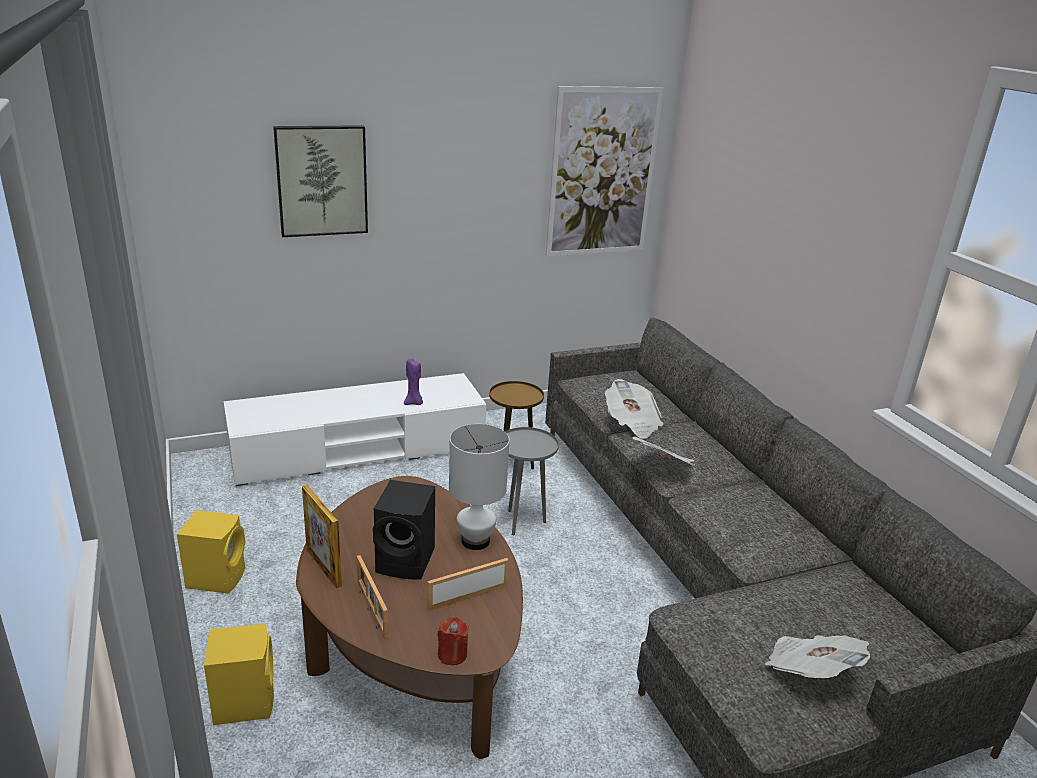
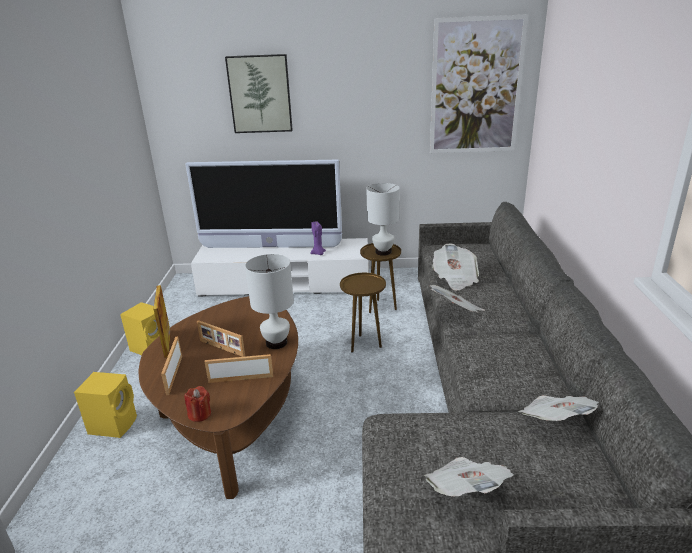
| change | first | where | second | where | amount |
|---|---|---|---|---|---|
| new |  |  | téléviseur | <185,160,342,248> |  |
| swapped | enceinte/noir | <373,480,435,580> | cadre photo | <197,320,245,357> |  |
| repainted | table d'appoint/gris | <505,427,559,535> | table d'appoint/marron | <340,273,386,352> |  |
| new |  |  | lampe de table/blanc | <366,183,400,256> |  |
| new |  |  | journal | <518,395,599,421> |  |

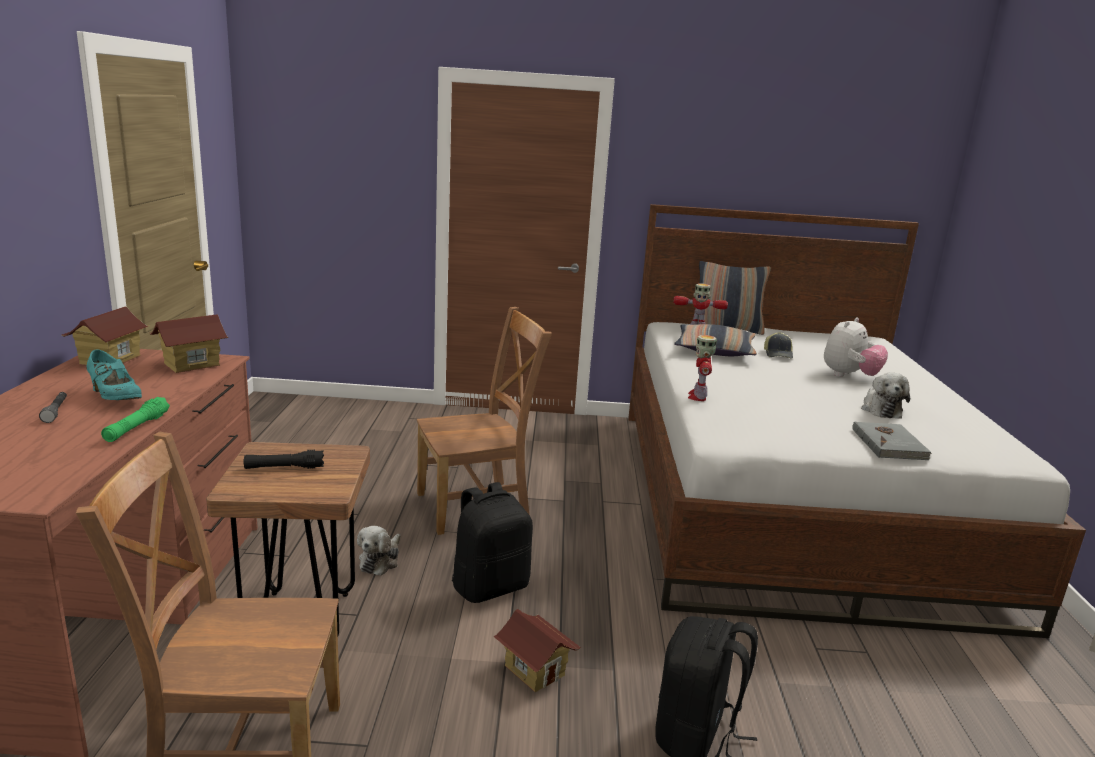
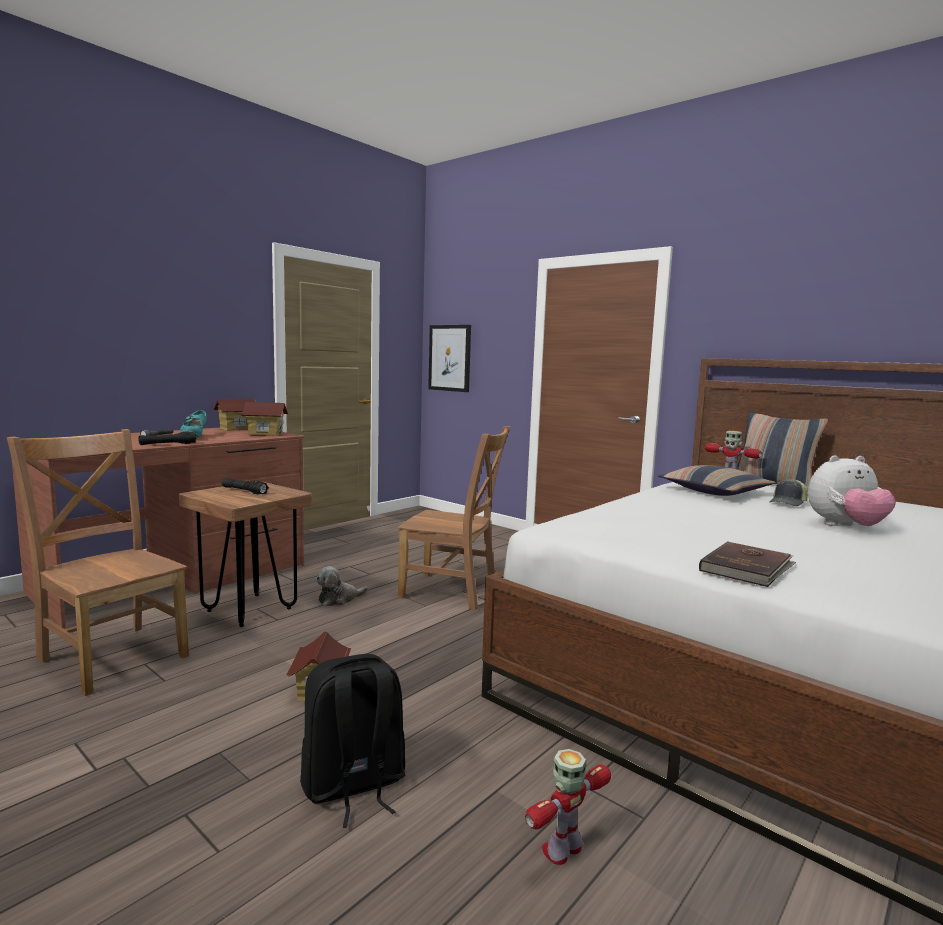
| change | first | where | second | where | amount |
|---|---|---|---|---|---|
| repainted | lampe de poche/vert | <101,397,170,442> | lampe de poche/noir | <139,431,197,445> |  |
| new |  |  | tableau | <428,325,471,392> |  |
| shifted | robot jouet | <688,335,717,401> |  | <525,749,611,865> |  |
| repainted | livre/gris | <852,422,932,460> | livre/marron | <699,541,796,587> |  |
| gone | sac à dos/noir | <452,482,533,603> |  |  |  |
| gone | peluche | <861,372,910,419> |  |  |  |

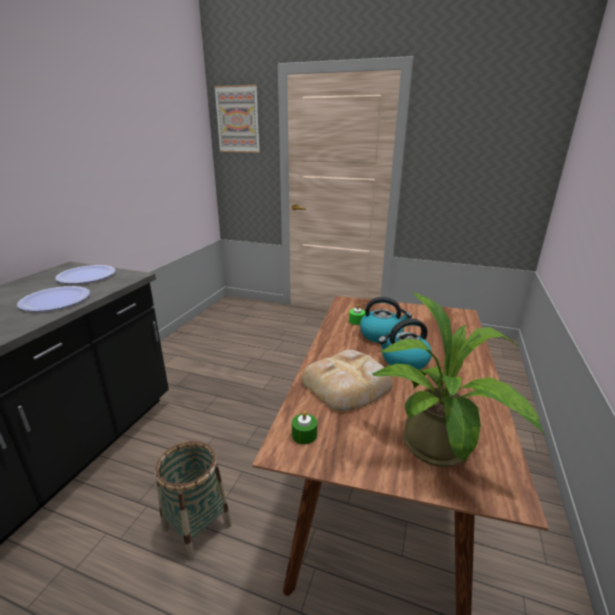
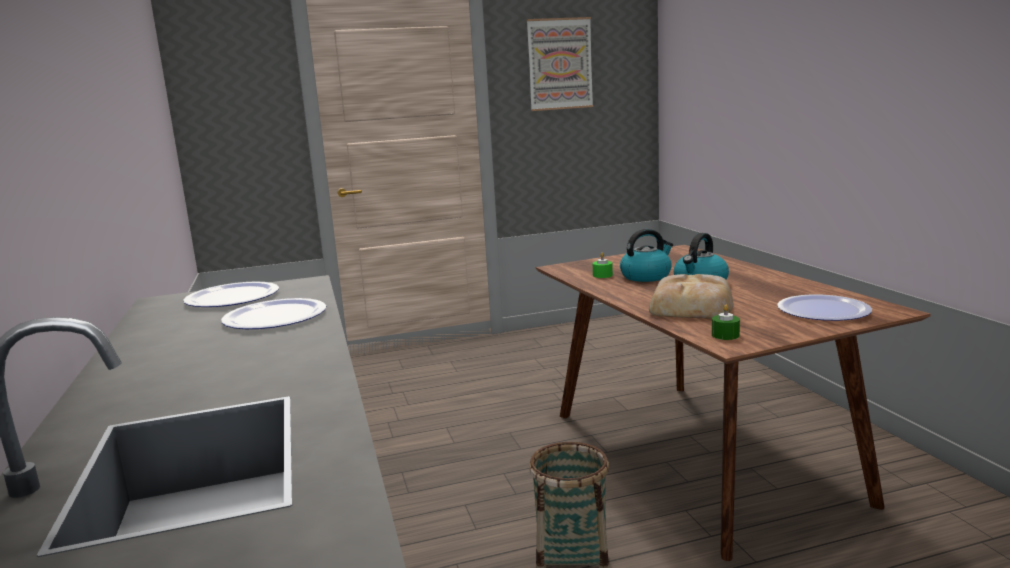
| change | first | where | second | where | amount |
|---|---|---|---|---|---|
| shifted | tableau | <214,85,260,153> |  | <527,17,593,111> |  |
| swapped | plante en pot | <372,292,546,467> | assiette | <777,295,872,321> |  |

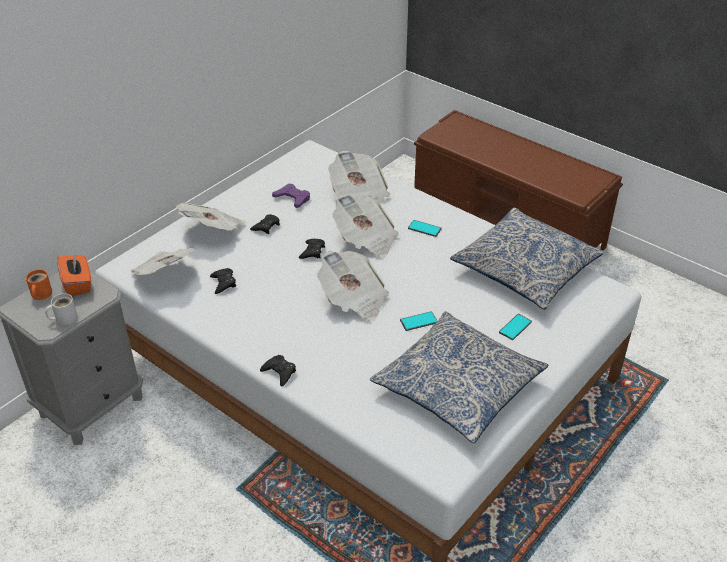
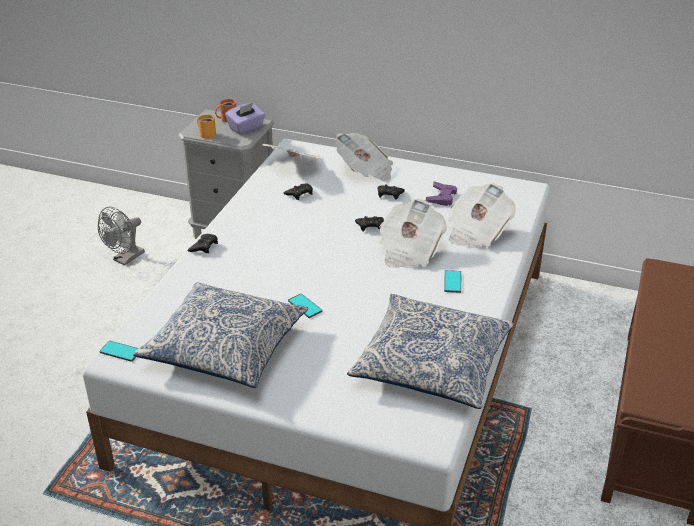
| change | first | where | second | where | amount |
|---|---|---|---|---|---|
| new |  |  | ventilateur/gris | <98,207,145,265> |  |
| shifted | téléphone | <499,314,532,340> |  | <100,341,139,362> |  |
| repainted | mug/blanc | <45,293,77,325> | mug/orange | <197,115,216,139> |  |
| repainted | boîte à mouchoirs/orange | <57,254,91,296> | boîte à mouchoirs/violet | <225,103,265,134> |  |
| gone | journal | <317,251,389,321> |  |  |  |

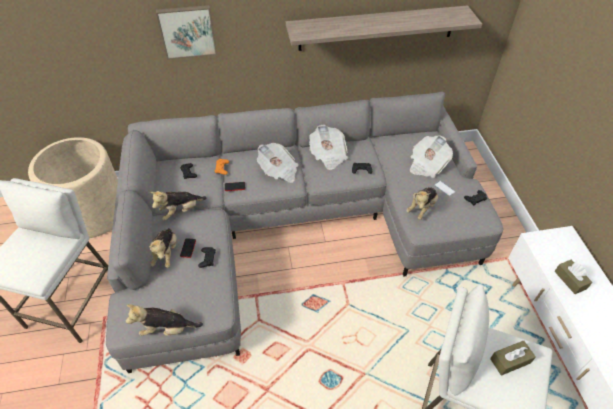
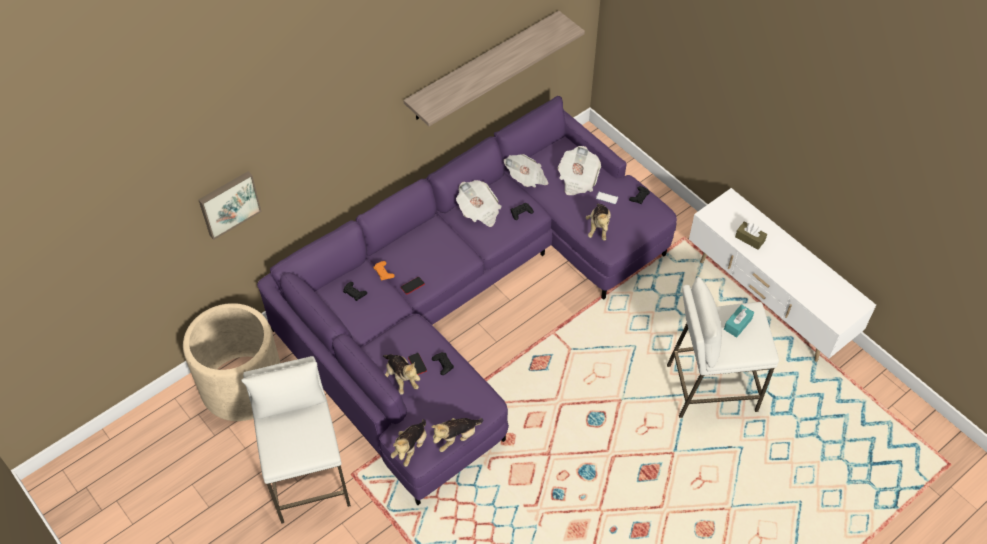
| change | first | where | second | where | amount |
|---|---|---|---|---|---|
| shifted | tableau | <156,5,217,60> |  | <198,171,262,240> |  |
| repainted | canapé/gris | <106,92,504,373> | canapé/violet | <257,96,677,505> |  |
| shifted | peluche | <150,191,206,221> |  | <391,419,427,467> |  |
| shifted | journal | <257,143,298,183> |  | <504,154,549,187> |  |
| repainted | boîte à mouchoirs/marron | <490,341,536,376> | boîte à mouchoirs/turquoise | <724,304,754,338> |  |

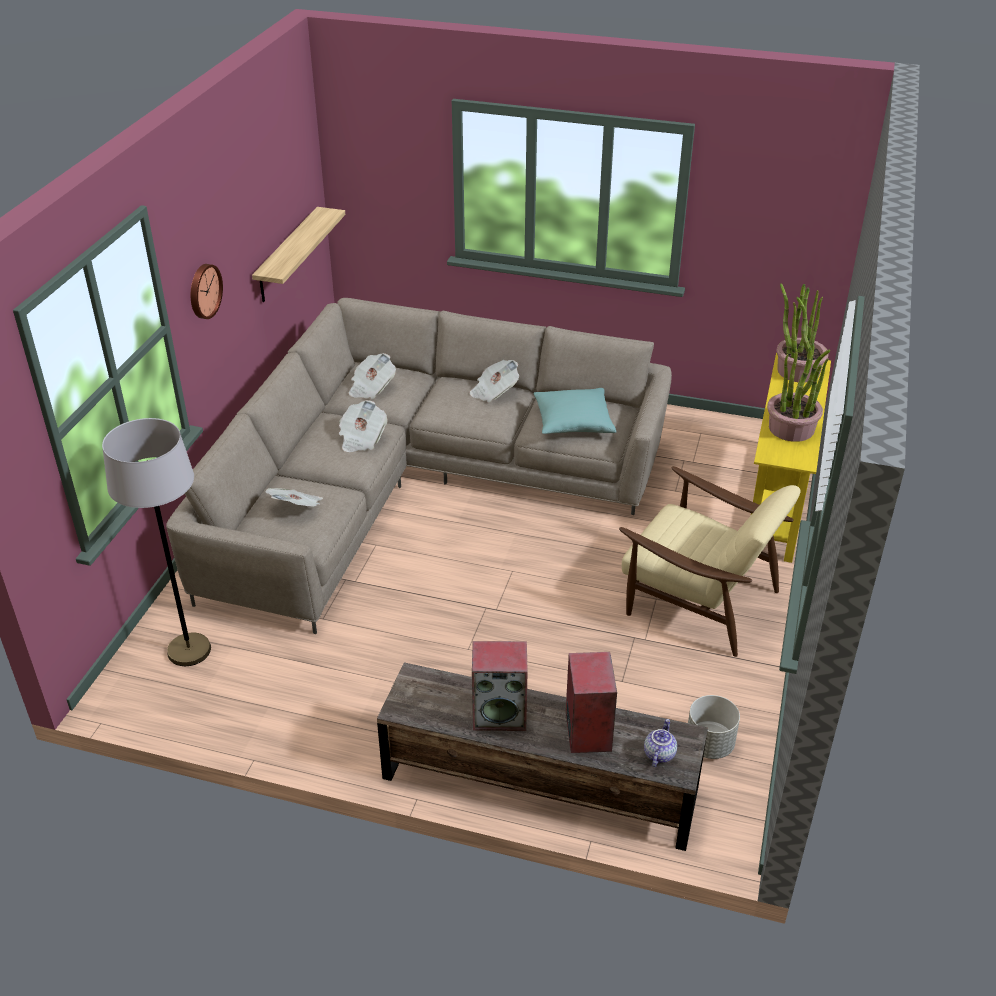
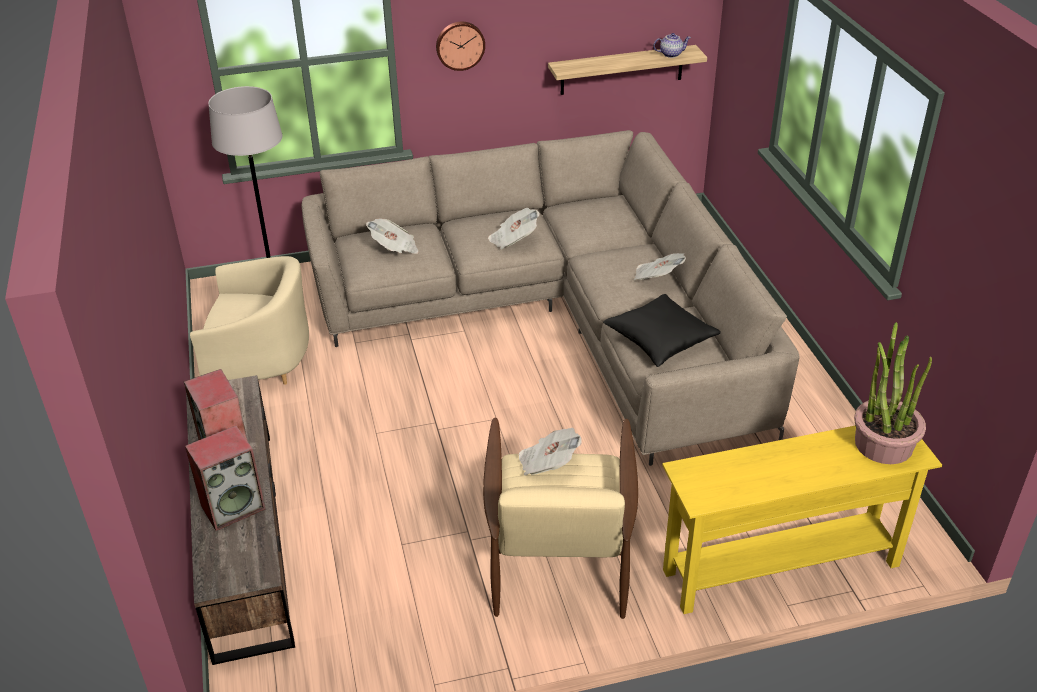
| change | first | where | second | where | amount |
|---|---|---|---|---|---|
| new |  |  | fauteuil/beige | <190,256,309,385> |  |
| shifted | journal | <349,353,396,399> |  | <518,428,582,476> |  |
| repainted | coussin/turquoise | <534,388,617,434> | coussin/noir | <603,294,721,367> |  |
| shifted | théière | <644,719,677,767> |  | <653,33,691,58> |  |
| gone | cache-pot/gris | <688,695,740,759> |  |  |  |
| gone | plante en pot | <767,344,830,442> |  |  |  |

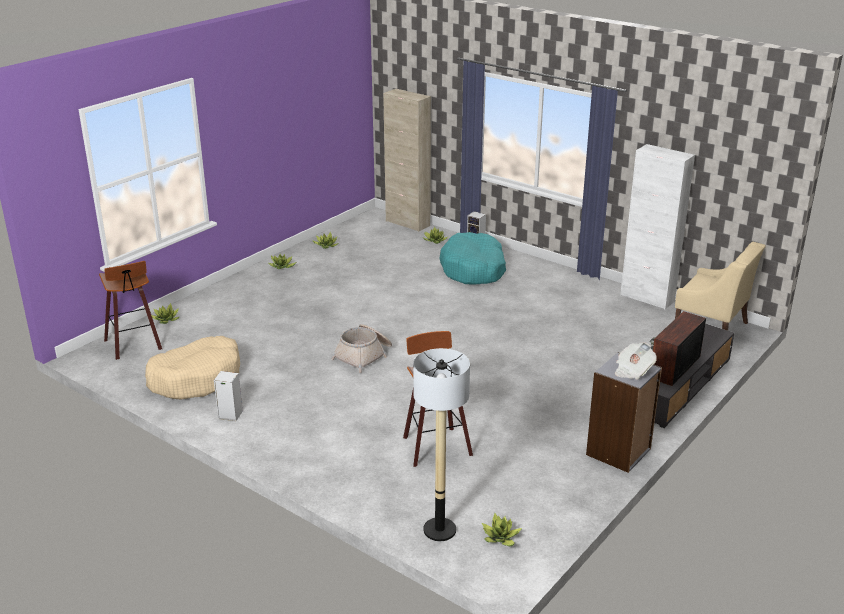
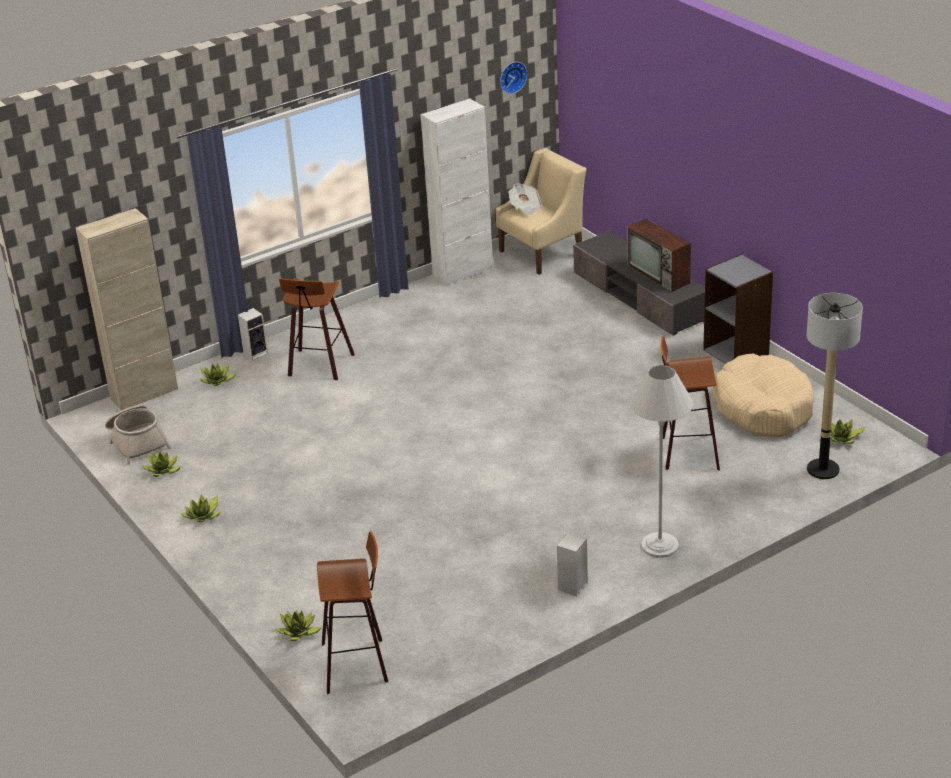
| change | first | where | second | where | amount |
|---|---|---|---|---|---|
| shifted | panier | <331,324,392,373> |  | <105,405,171,465> |  |
| swapped | panier pour chien/turquoise | <439,232,506,284> | tabouret | <279,278,355,380> |  |
| new |  |  | horloge murale | <500,62,527,94> |  |
| shifted | journal | <615,343,657,380> |  | <508,183,542,216> |  |
| new |  |  | lampadaire/blanc | <630,365,693,558> |  |
| shifted | panier pour chien/beige | <145,336,240,400> |  | <713,353,814,437> |  |

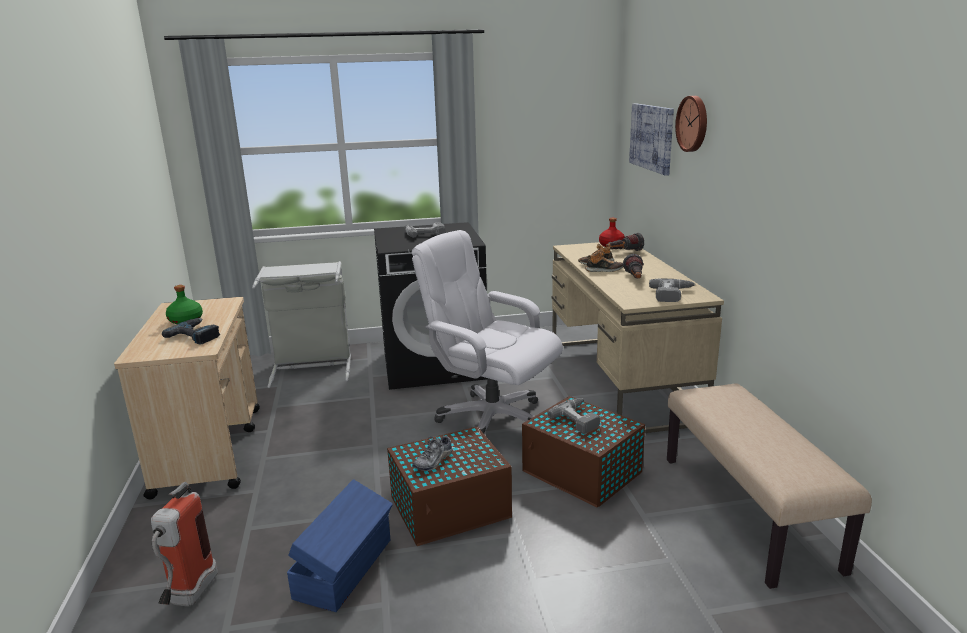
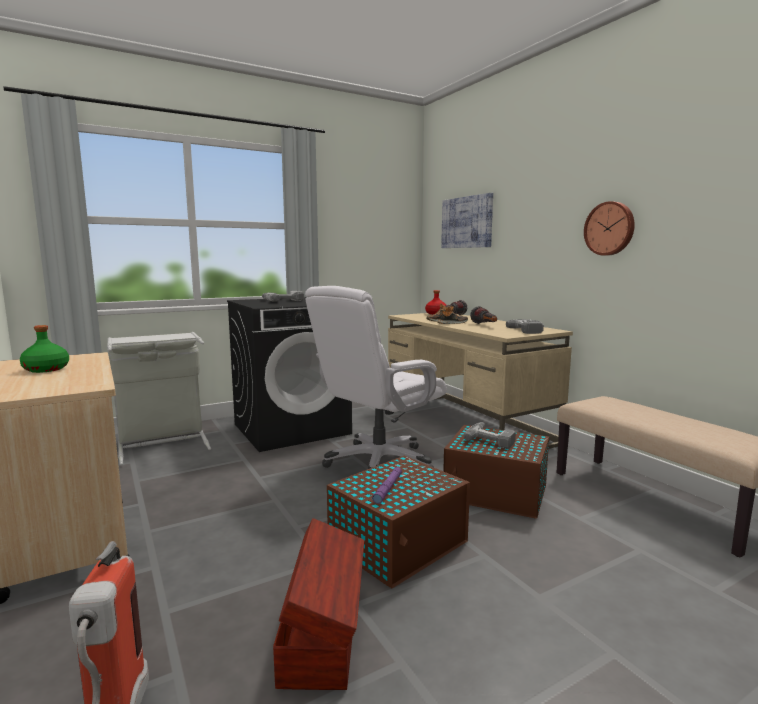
| change | first | where | second | where | amount |
|---|---|---|---|---|---|
| repainted | boîte de rangement/bleu | <287,479,393,612> | boîte de rangement/marron | <273,518,364,690> |  |
| rotated | chaise de bureau/blanc | <412,230,563,434> |  | <305,286,447,469> | 60 degrees counterclockwise |
| swapped | chaussure | <412,436,452,471> | lampe de poche/violet | <372,467,402,504> |  |
| shifted | horloge murale | <675,96,707,152> |  | <584,201,635,256> |  |
| gone | perceuse | <162,318,220,345> |  |  |  |

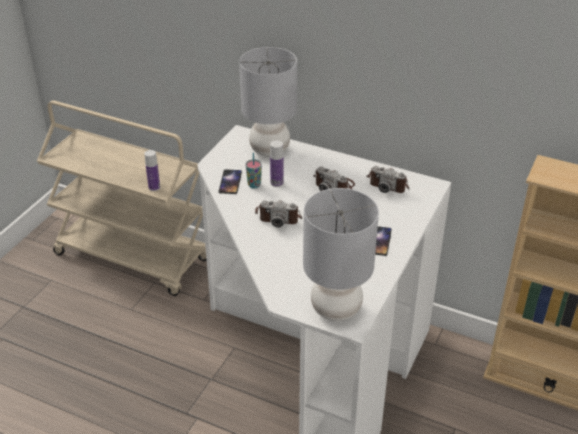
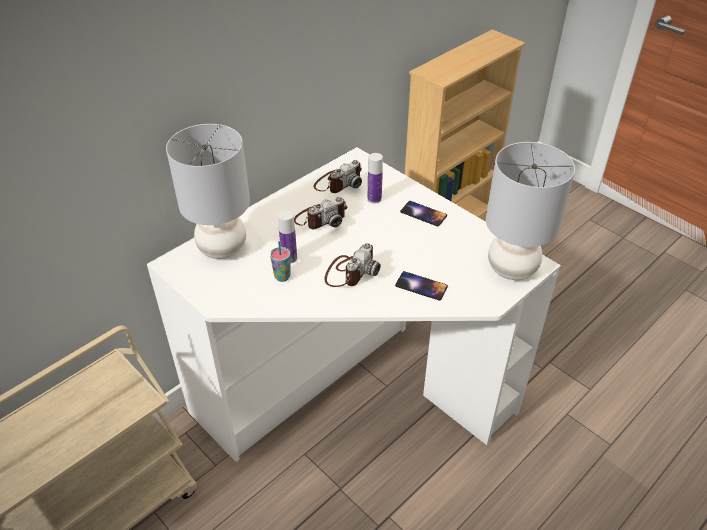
| change | first | where | second | where | amount |
|---|---|---|---|---|---|
| shifted | bouteille | <144,150,160,191> |  | <368,153,383,204> |  |
| shifted | téléphone | <219,169,242,194> |  | <395,271,448,301> |  |

